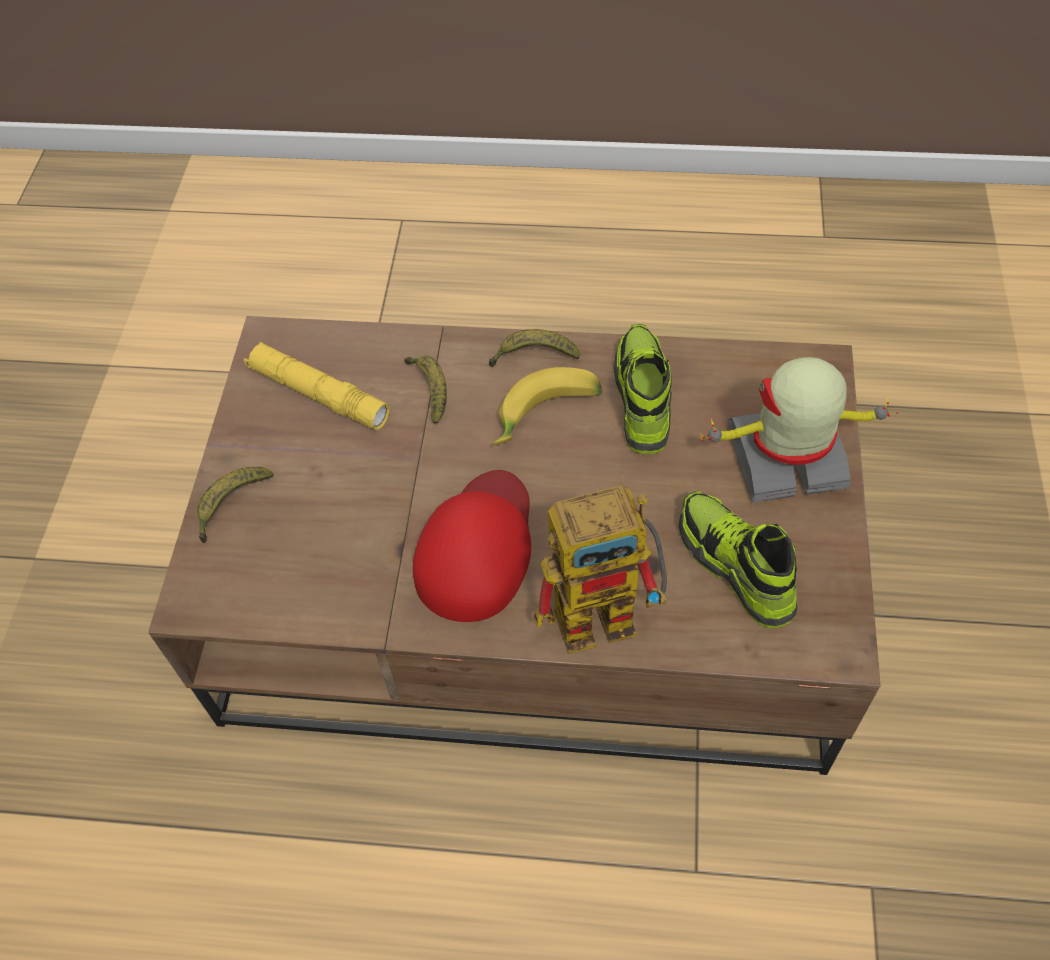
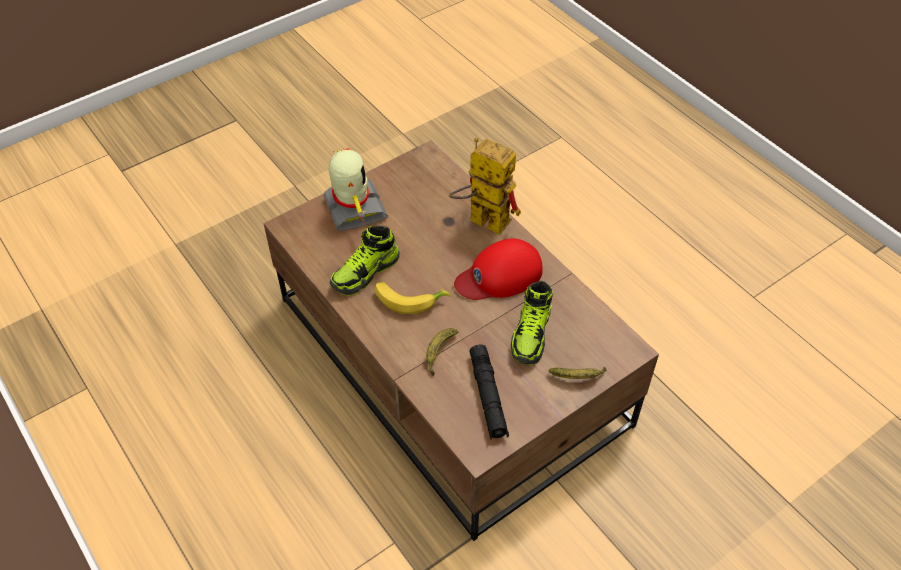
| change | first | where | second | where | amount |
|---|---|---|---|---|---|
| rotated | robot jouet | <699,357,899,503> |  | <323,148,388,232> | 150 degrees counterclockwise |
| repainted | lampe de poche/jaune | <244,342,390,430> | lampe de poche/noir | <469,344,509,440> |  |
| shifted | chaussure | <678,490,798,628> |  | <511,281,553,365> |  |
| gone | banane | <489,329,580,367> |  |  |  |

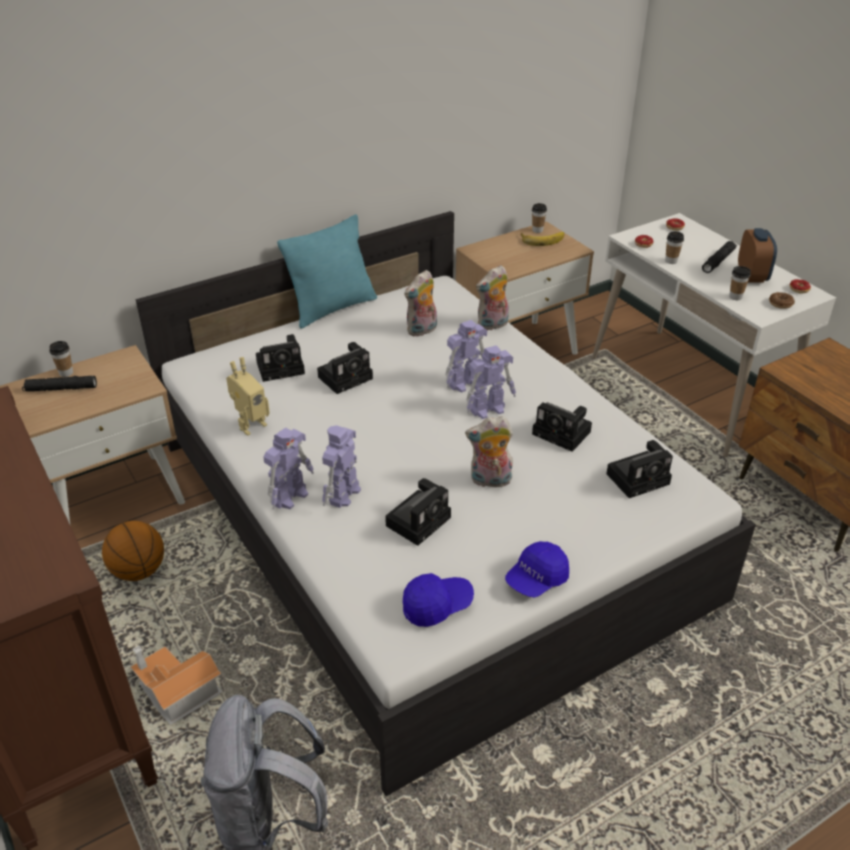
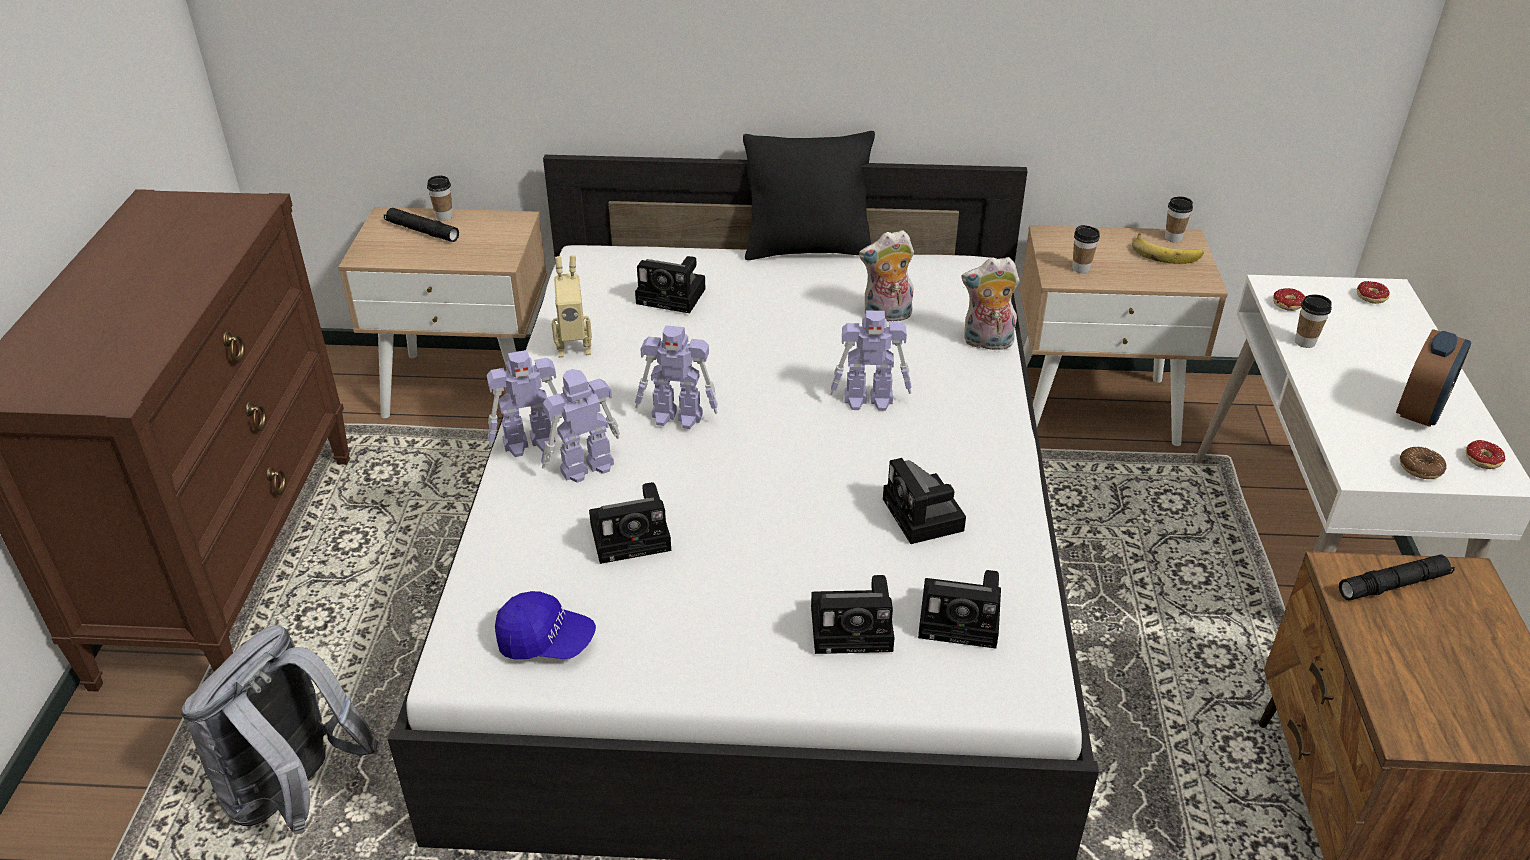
| change | first | where | second | where | amount |
|---|---|---|---|---|---|
| shifted | robot jouet | <466,345,516,419> |  | <635,325,718,429> |  |
| repainted | coussin/turquoise | <277,214,377,328> | coussin/noir | <743,131,875,260> |  |
| shifted | appareil photo | <317,342,373,394> |  | <811,575,894,654> |  |
| shifted | tasse | <729,266,751,300> |  | <1072,225,1100,273> |  |
| shifted | lampe de poche/noir | <702,241,737,273> |  | <1339,554,1455,601> |  |
| gone | ballon de basket | <102,521,164,581> |  |  |  |
| gone | maison miniature | <130,646,222,725> |  |  |  |
| gone | peluche | <465,416,513,487> |  |  |  |
| gone | casquette/bleu | <505,541,569,598> |  |  |  |

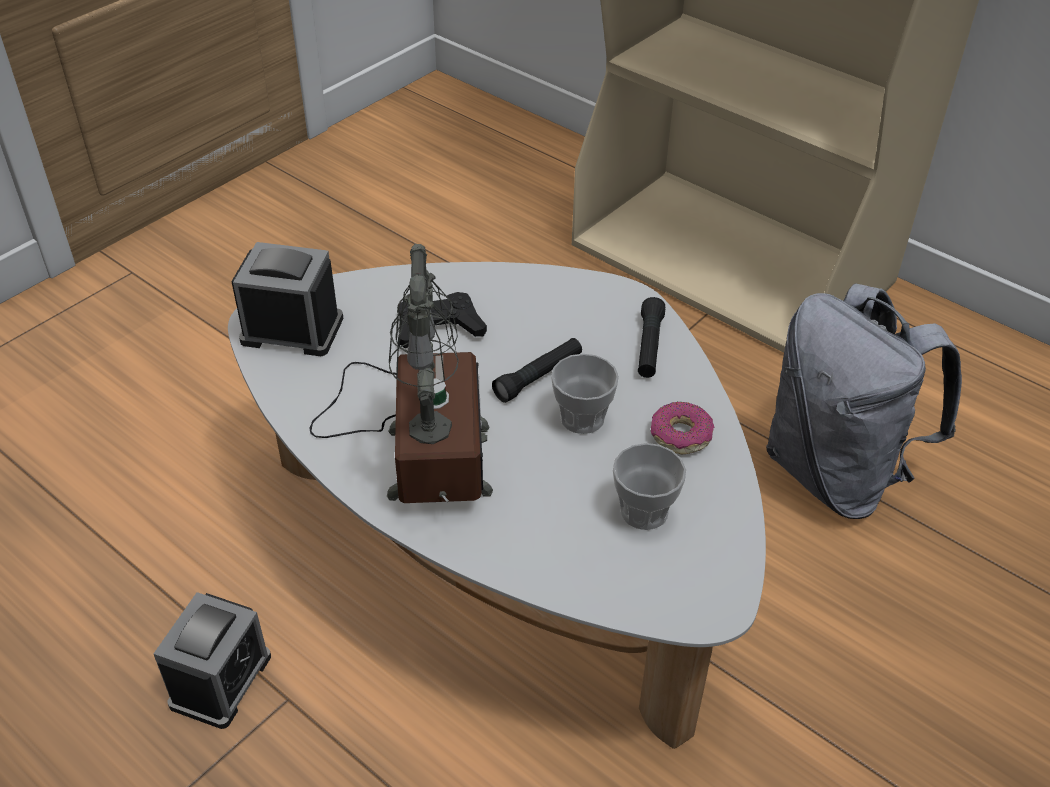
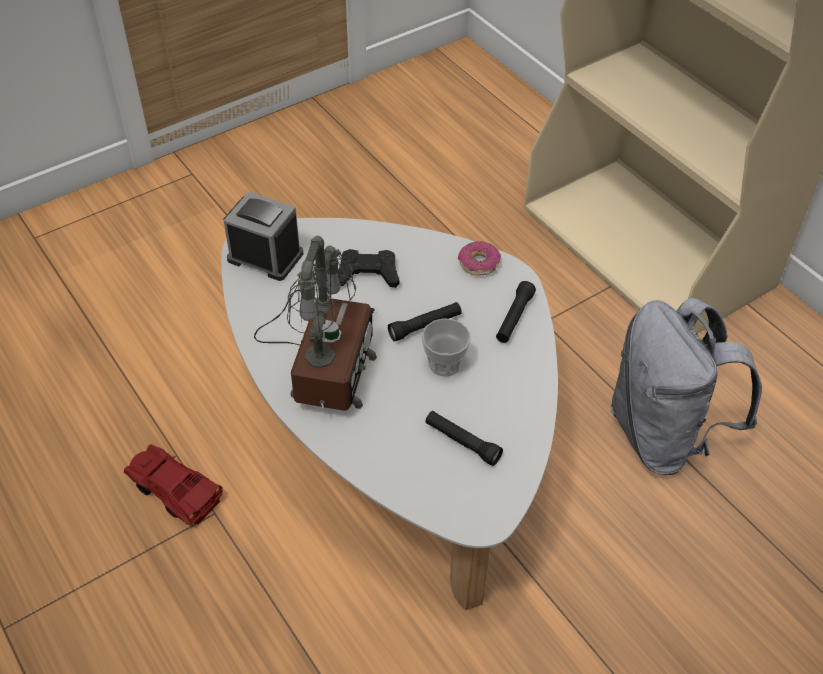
| change | first | where | second | where | amount |
|---|---|---|---|---|---|
| swapped | réveil | <153,592,271,729> | petite voiture/rouge | <124,444,223,525> |  |
| swapped | tasse | <613,443,686,530> | lampe de poche/noir | <425,411,503,466> |  |
| shifted | beignet | <651,402,715,454> |  | <458,241,501,276> |  |

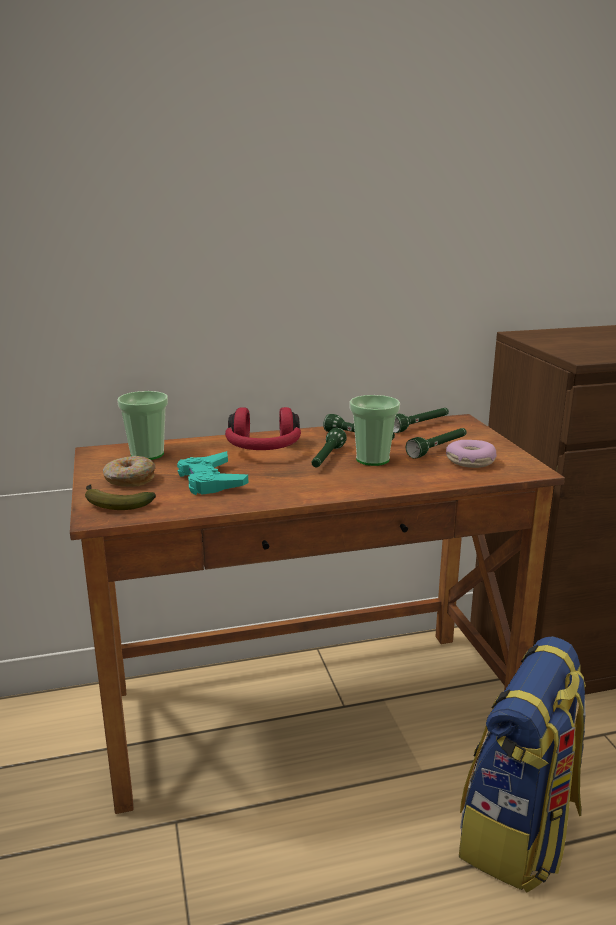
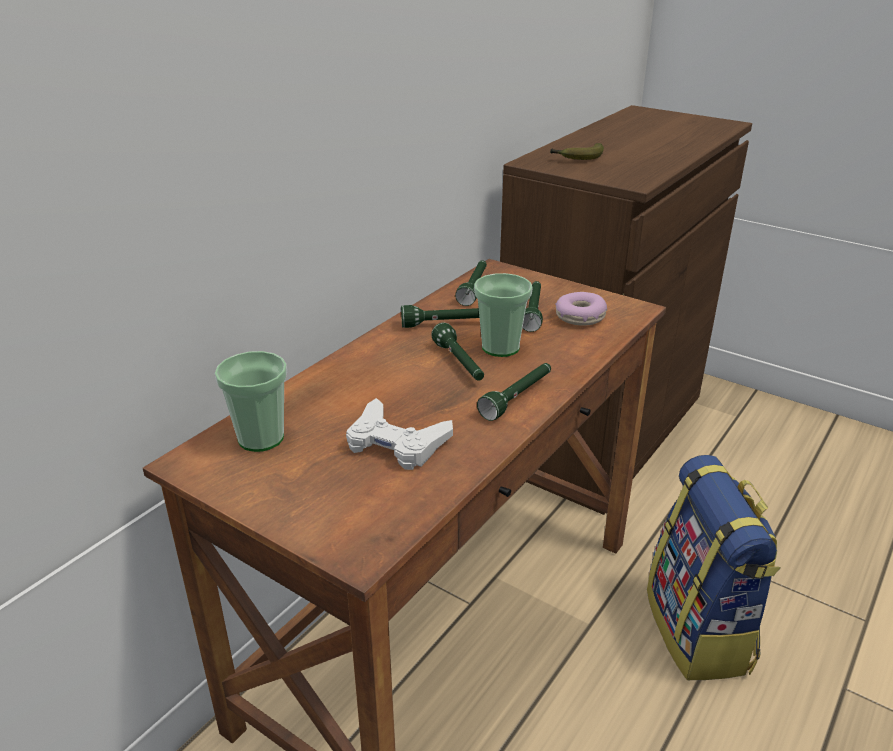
| change | first | where | second | where | amount |
|---|---|---|---|---|---|
| repainted | manette/turquoise | <177,451,248,495> | manette/blanc | <346,398,453,470> |  |
| new |  |  | lampe de poche/vert | <477,363,551,421> |  |
| shifted | banane | <85,484,156,510> |  | <550,143,604,160> |  |
| gone | beignet | <103,456,155,487> |  |  |  |
| gone | casque audio/rouge | <225,407,301,450> |  |  |  |

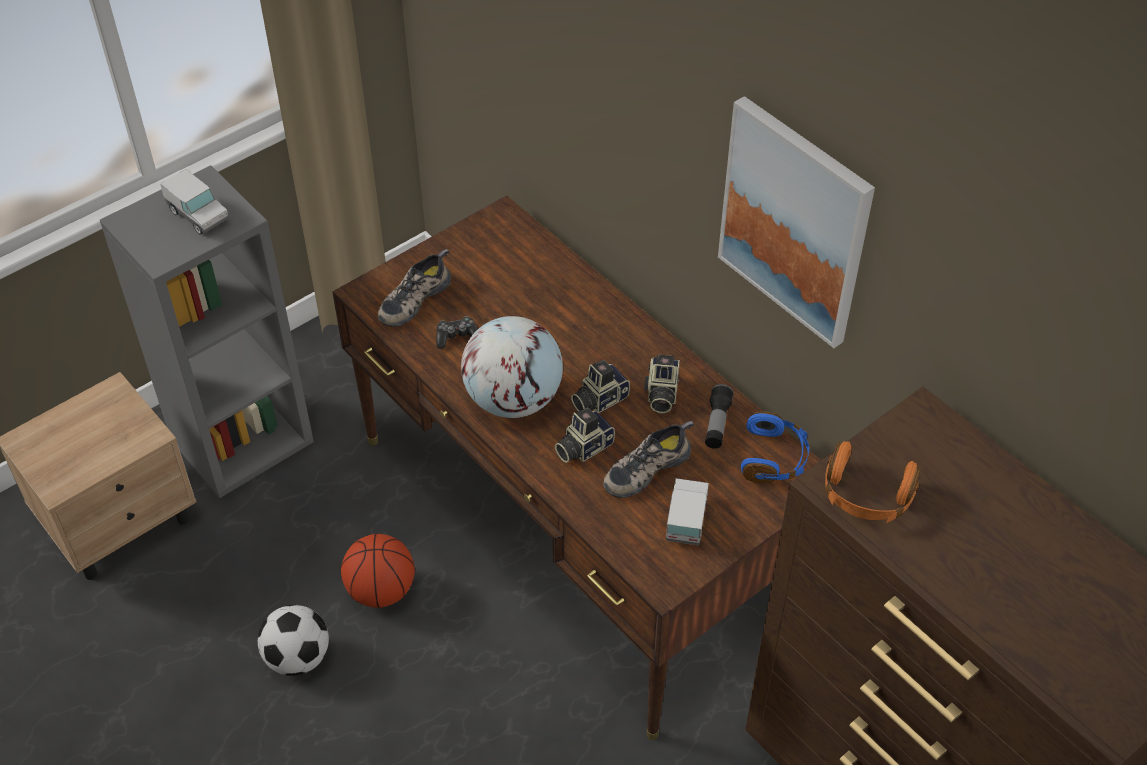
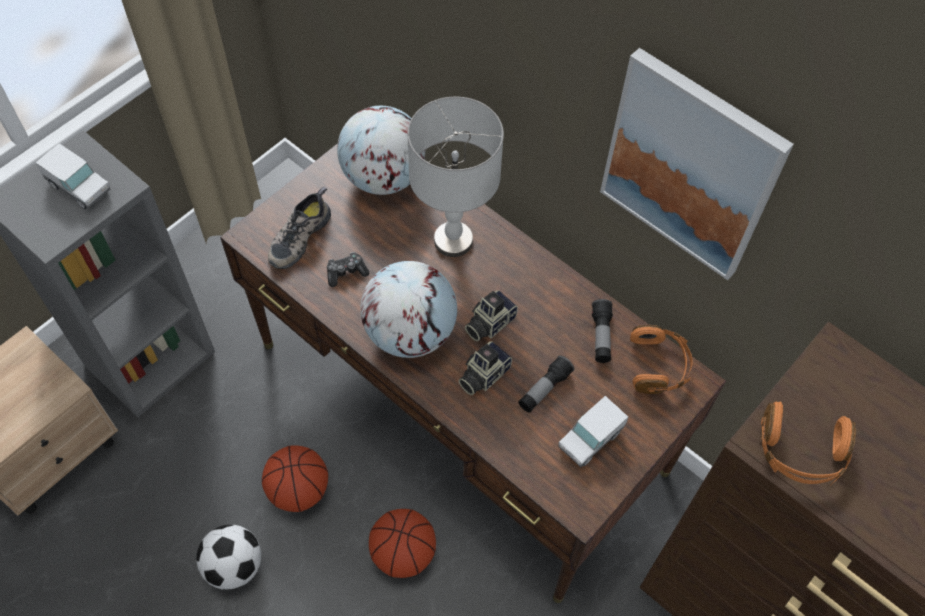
| change | first | where | second | where | amount |
|---|---|---|---|---|---|
| new |  |  | globe | <337,106,425,195> |  |
| new |  |  | ballon de basket | <369,509,436,578> |  |
| new |  |  | lampe de table/gris | <407,97,504,257> |  |
| swapped | chaussure | <603,421,694,498> | lampe de poche | <518,355,574,413> |  |
| rotated | camion jouet | <666,478,709,545> |  | <558,396,628,467> | 135 degrees counterclockwise |
| repainted | casque audio/bleu | <741,411,809,484> | casque audio/orange | <630,324,693,394> |  |
| gone | appareil photo | <644,355,680,413> |  |  |  |

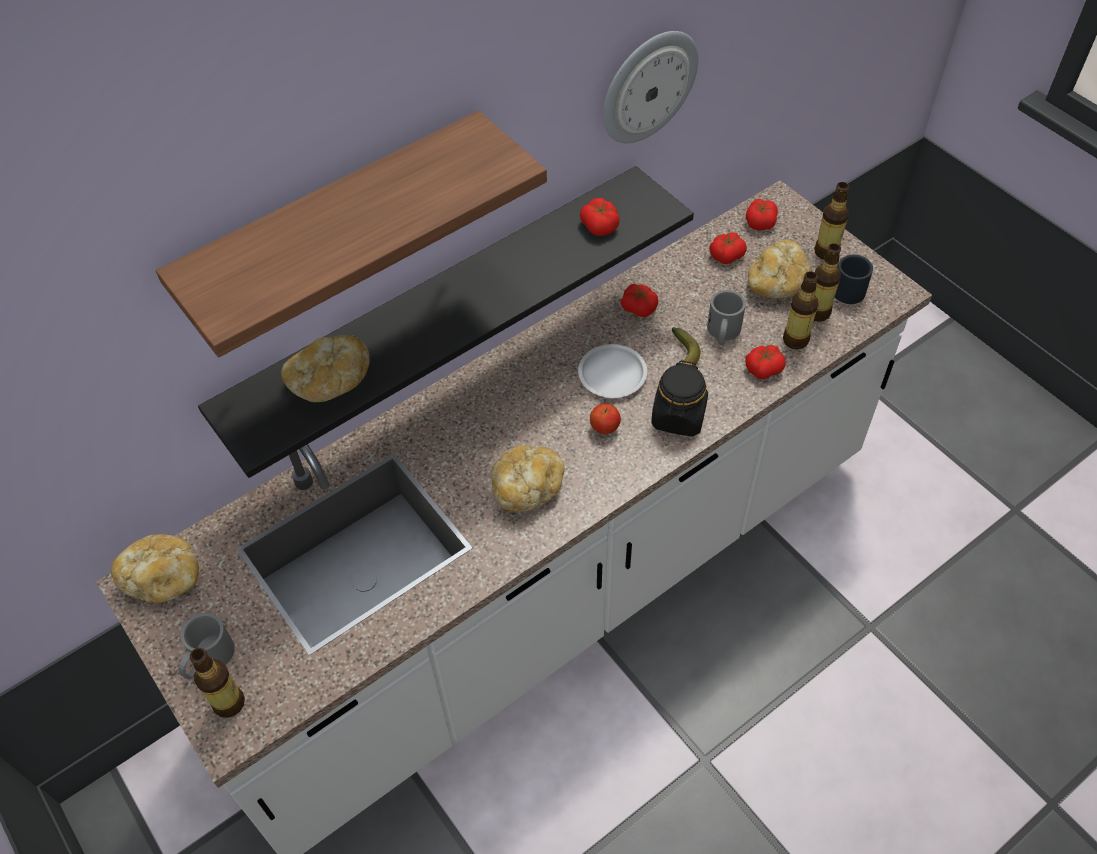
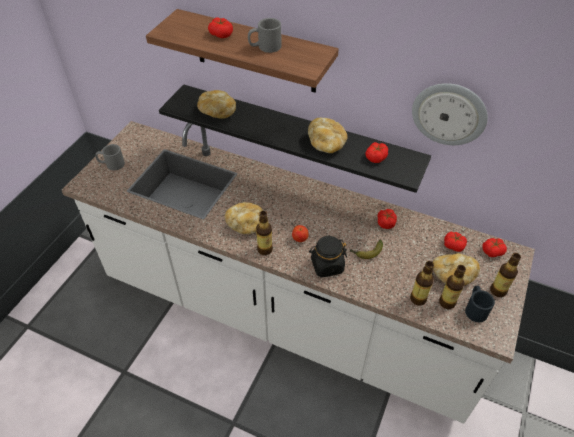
| change | first | where | second | where | amount |
|---|---|---|---|---|---|
| shifted | tomate | <745,345,786,379> |  | <208,17,233,38> |  |
| shifted | mug/gris | <707,290,746,345> |  | <248,18,281,53> |  |
| shifted | bouteille | <190,648,245,718> |  | <256,211,273,255> |  |
| shifted | pain | <111,534,199,603> |  | <308,118,347,153> |  |
| gone | assiette/blanc | <578,344,647,398> |  |  |  |

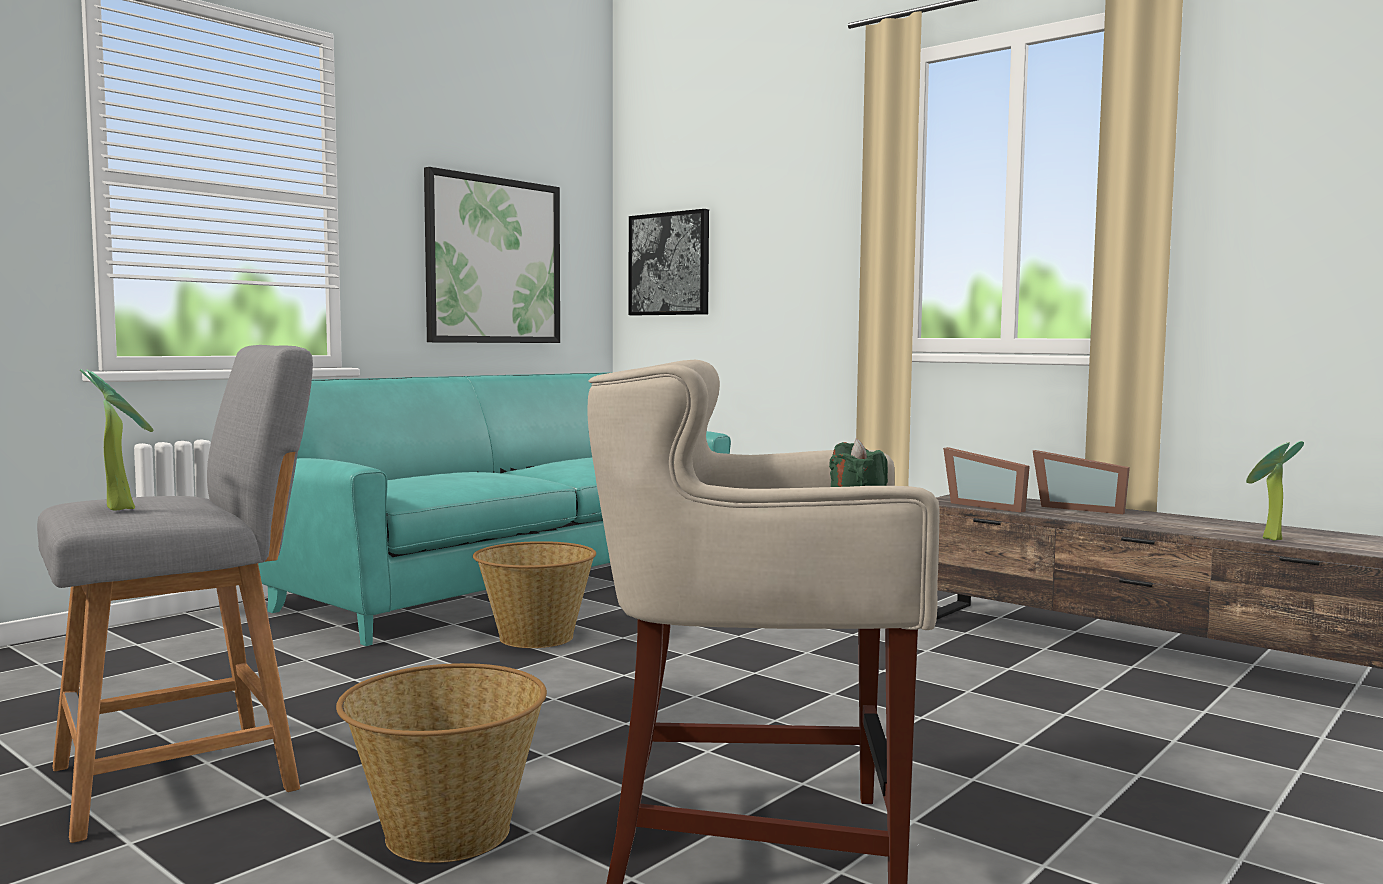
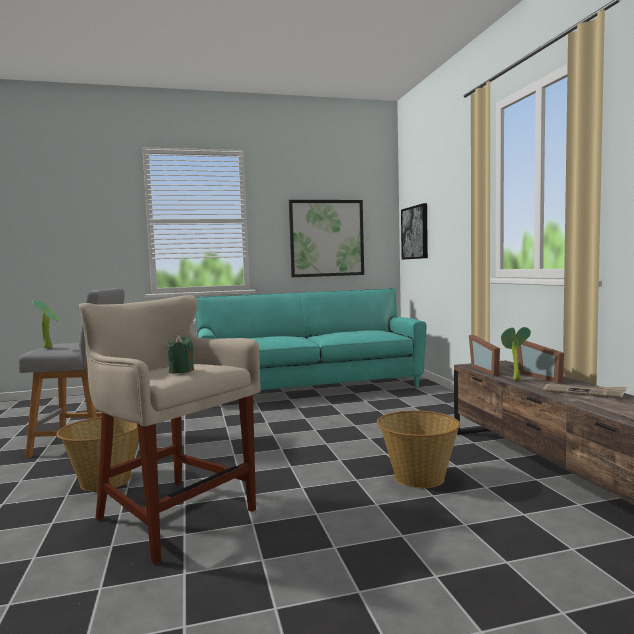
| change | first | where | second | where | amount |
|---|---|---|---|---|---|
| shifted | panier | <473,541,596,648> |  | <377,411,460,488> |  |
| shifted | plante en pot | <1246,441,1304,541> |  | <501,327,531,380> |  |
| new |  |  | journal | <543,383,626,399> |  |

